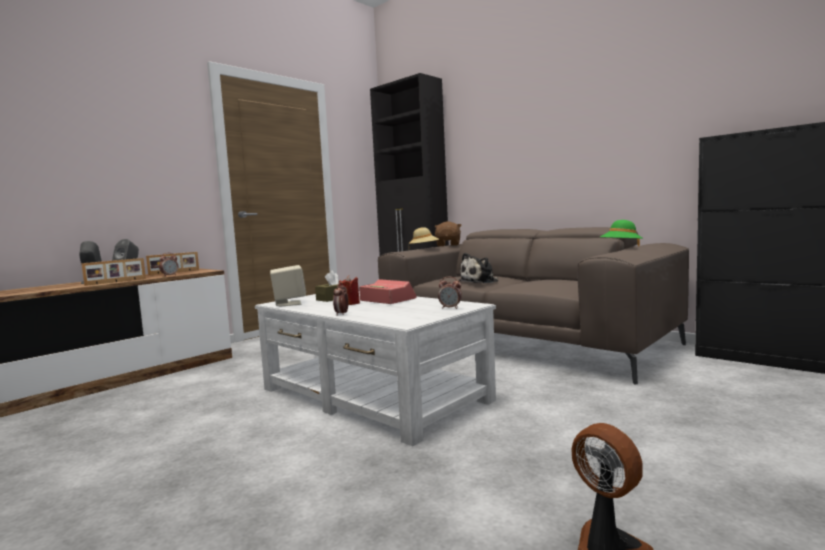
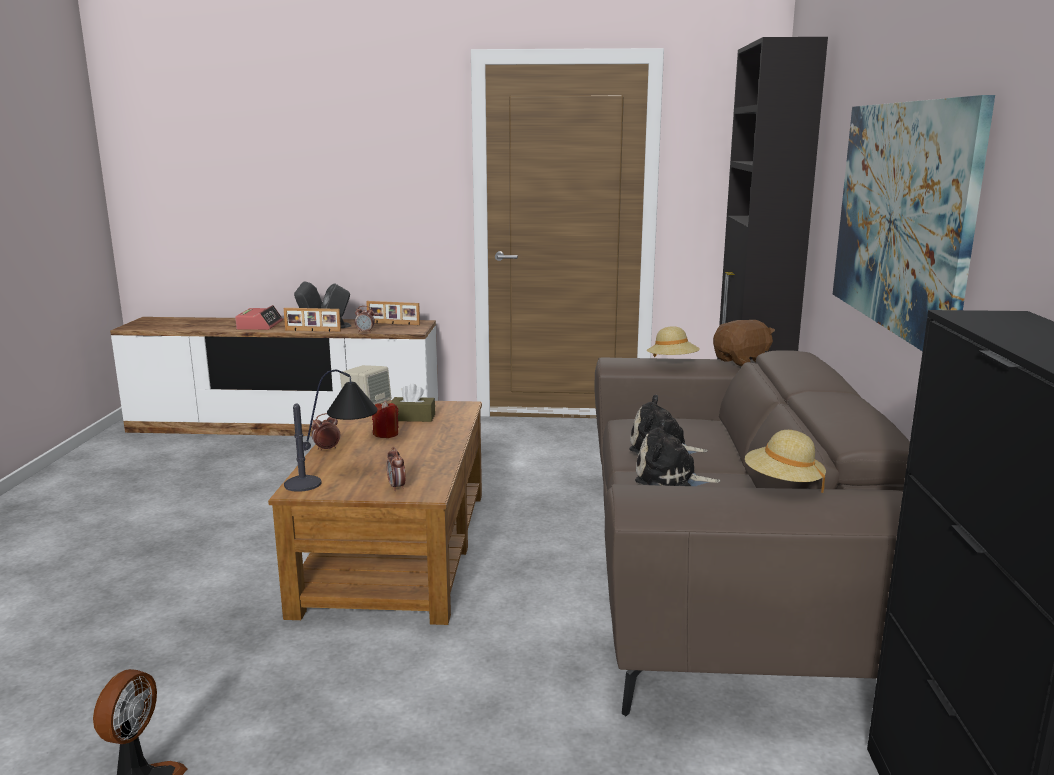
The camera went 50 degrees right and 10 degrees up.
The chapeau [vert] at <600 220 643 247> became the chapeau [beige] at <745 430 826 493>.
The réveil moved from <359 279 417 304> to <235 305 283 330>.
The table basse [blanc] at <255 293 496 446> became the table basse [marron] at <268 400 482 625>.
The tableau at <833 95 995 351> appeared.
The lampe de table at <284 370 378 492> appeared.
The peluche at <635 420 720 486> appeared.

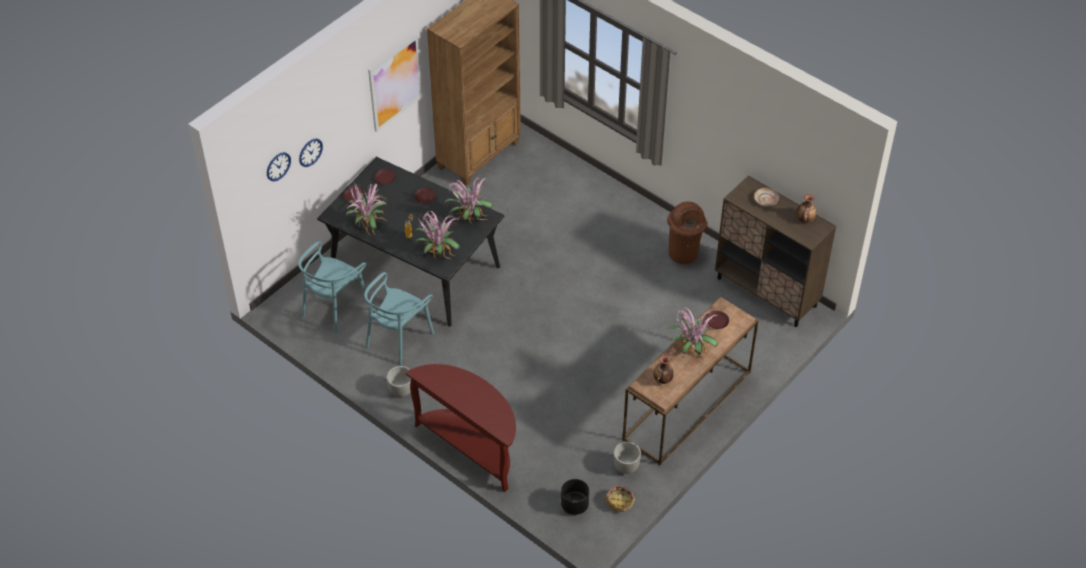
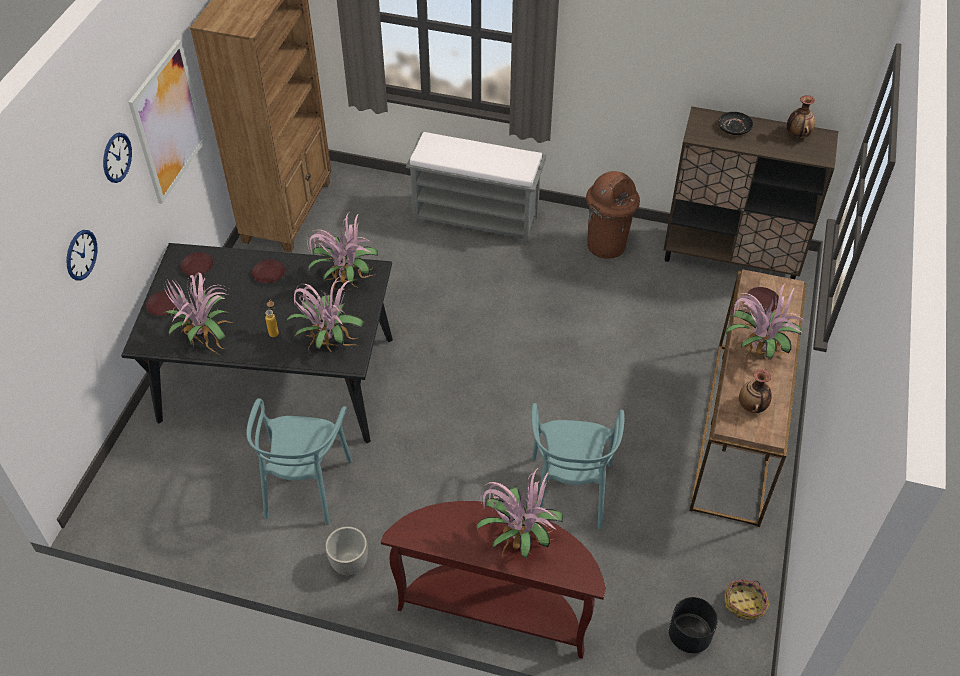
The camera went 25 degrees left and 0 degrees up.
The horloge murale moved from <267 152 291 181> to <103 133 132 183>.
The assiette [beige] at <754 188 779 207> became the assiette [noir] at <718 112 753 135>.
The chaise [turquoise] moved from <298 241 369 333> to <532 403 624 529>.
The cache-pot at <613 442 641 474> disappeared.
The banc [gris] at <406 132 546 244> appeared.
The plante en pot at <477 467 563 558> appeared.

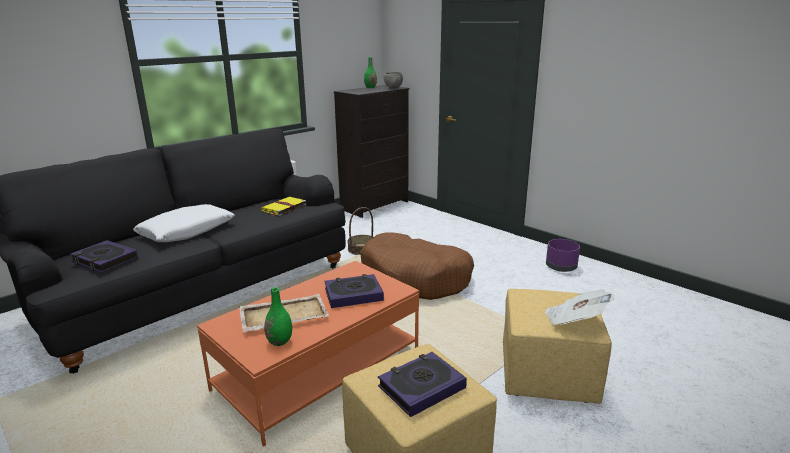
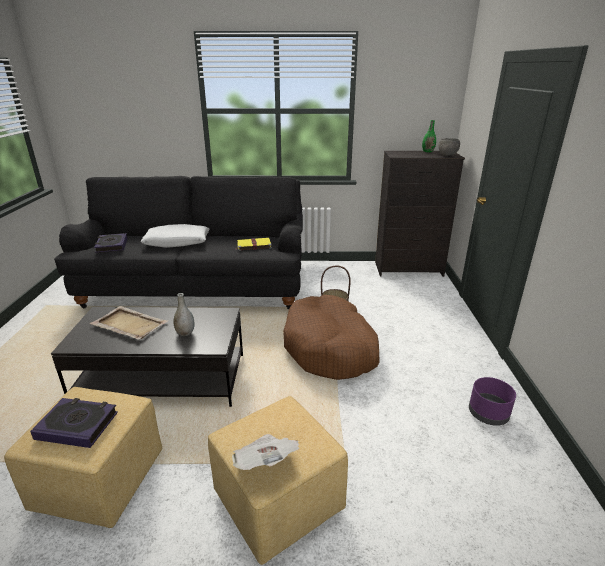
The camera went 45 degrees right and 5 degrees up.
The table basse [orange] at <197 261 419 447> became the table basse [noir] at <51 307 243 407>.
The livre at <324 274 384 308> was replaced by the vase [gris] at <173 293 195 336>.
The vase [vert] at <264 287 292 346> disappeared.

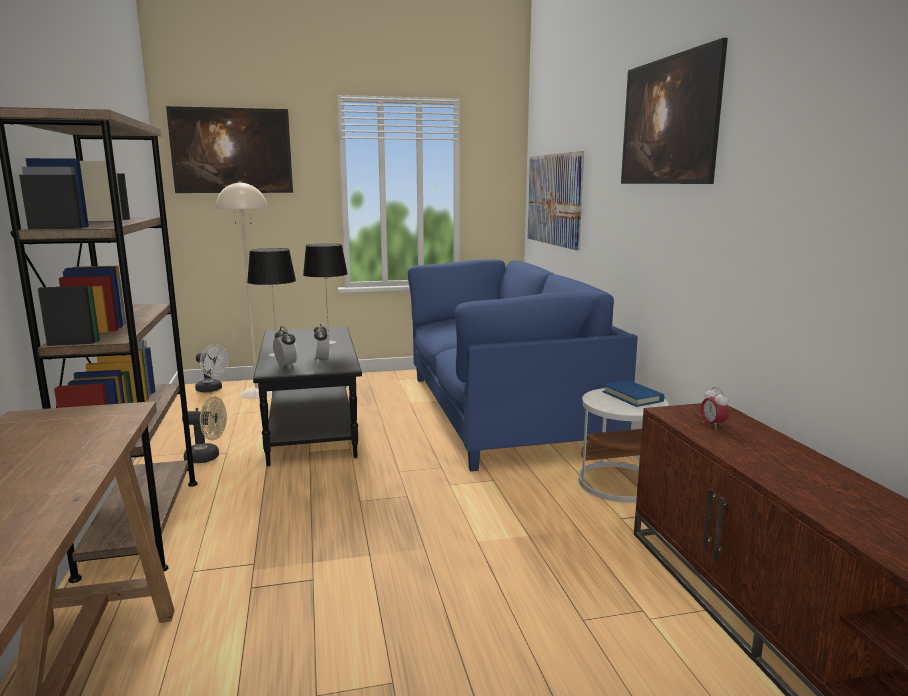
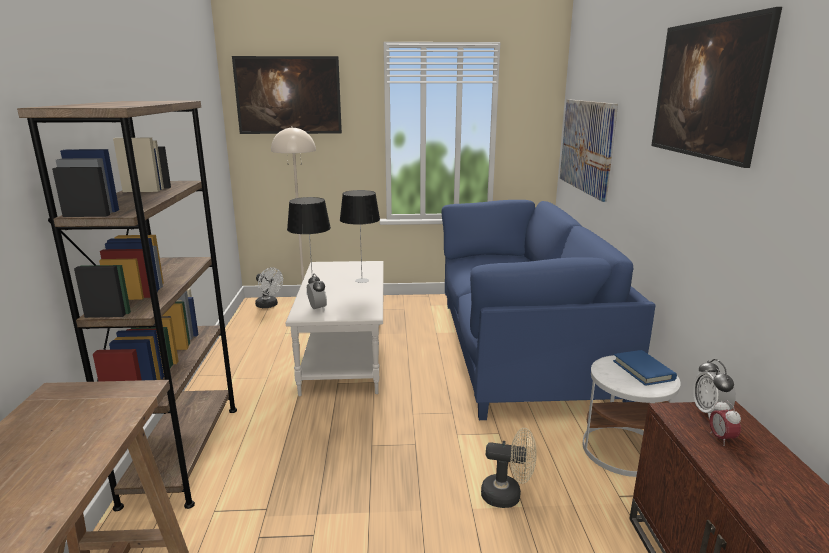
The camera went 10 degrees right and 5 degrees up.
The réveil moved from <314 322 329 363> to <693 359 736 419>.
The table basse [noir] at <253 327 362 466> became the table basse [blanc] at <286 261 384 396>.
The ventilateur [beige] moved from <182 397 227 463> to <481 428 537 508>.

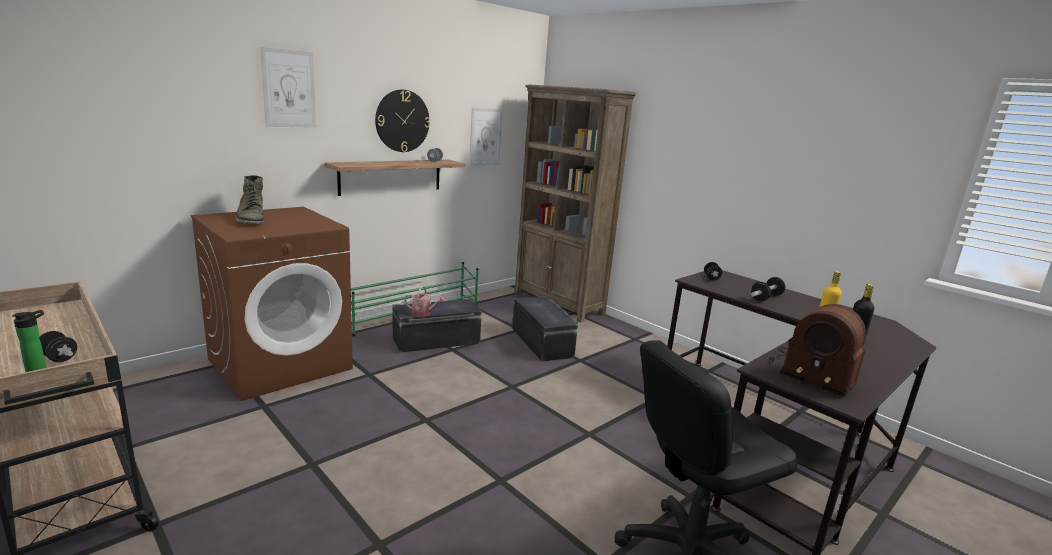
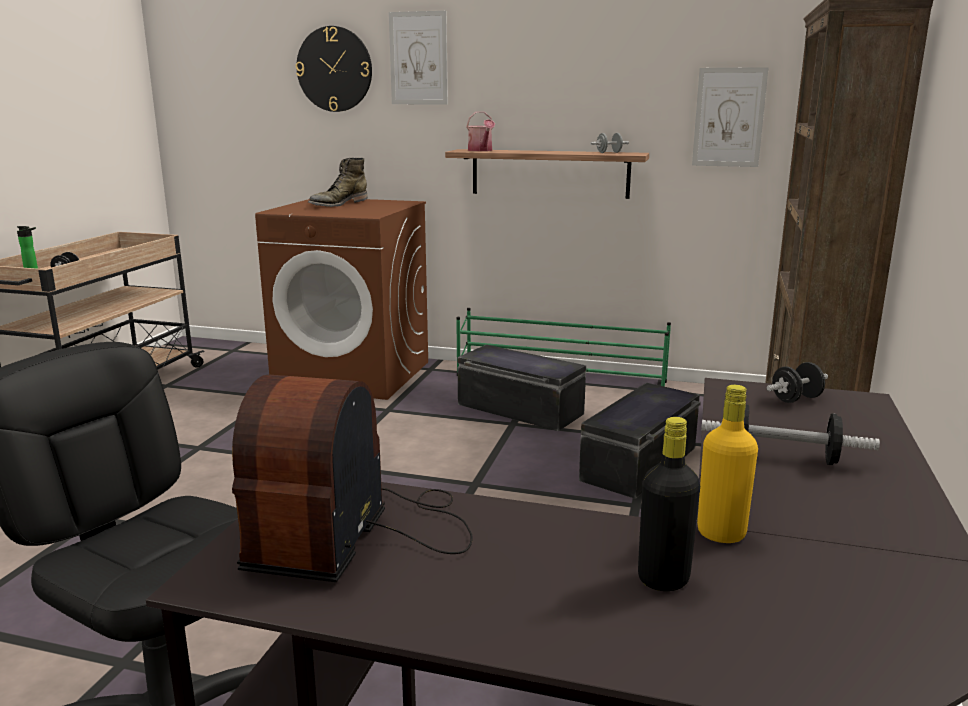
The camera went 60 degrees right and 0 degrees up.
The horloge murale moved from <375 90 430 152> to <296 26 372 112>.
The arrosoir moved from <404 286 447 317> to <466 112 495 151>.

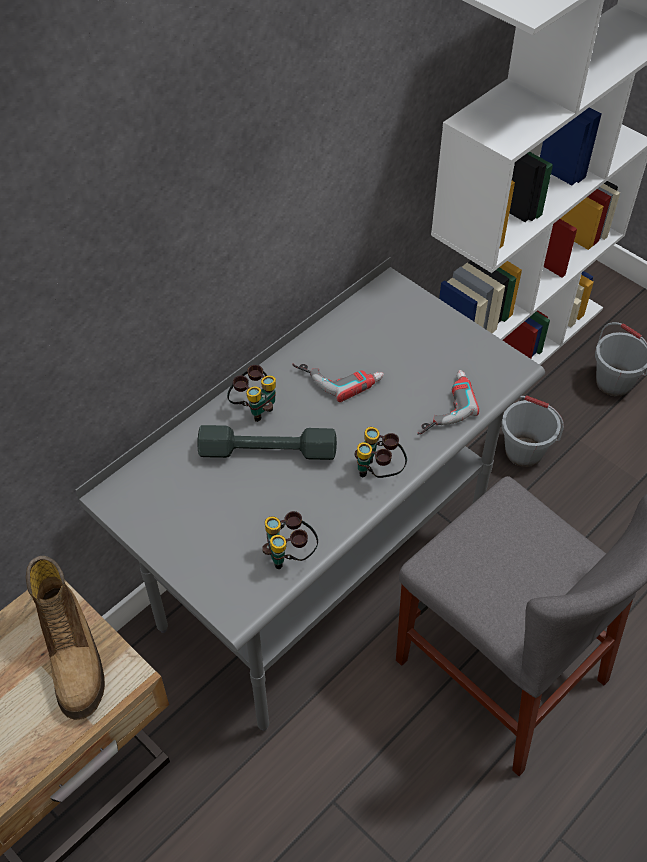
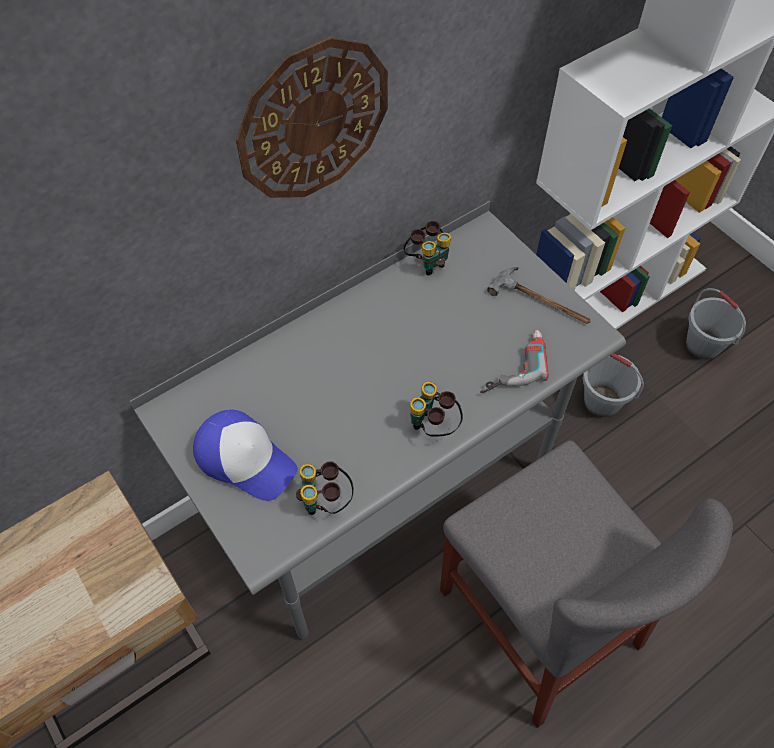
The camera went 10 degrees right and 5 degrees up.
The perceuse at <292 363 384 402> disappeared.
The jumelles moved from <227 365 276 422> to <403 221 451 275>.
The haltère [gris] at <197 425 337 460> disappeared.
The botte at <26 556 105 720> disappeared.
The horloge murale at <236 37 388 198> appeared.
The marteau at <487 267 591 324> appeared.
The casquette at <193 409 298 501> appeared.

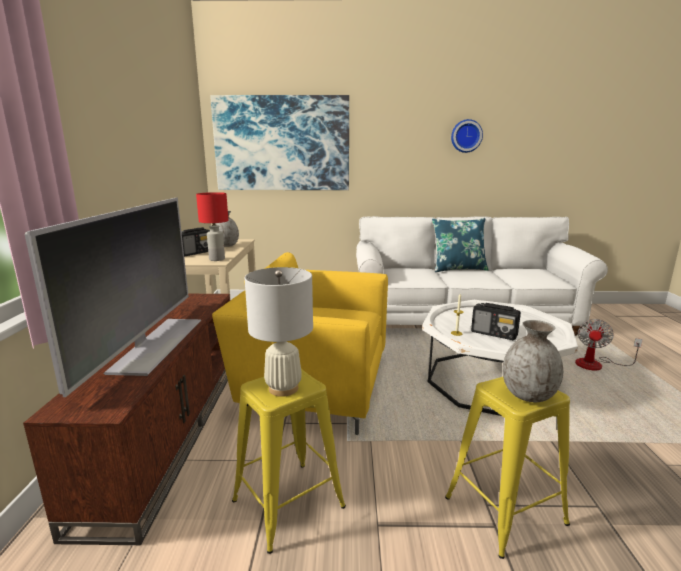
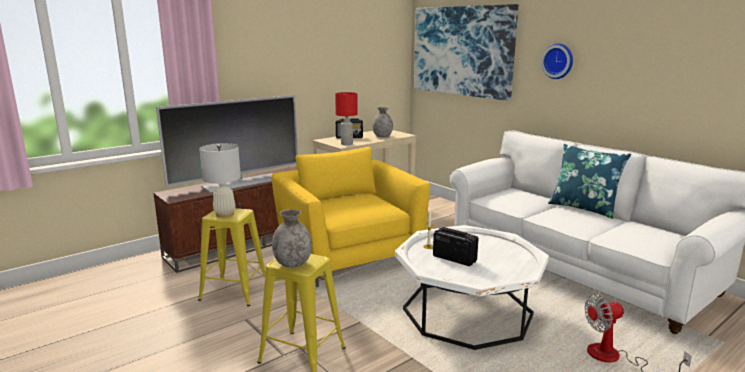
The camera went 50 degrees right and 0 degrees up.
The horloge murale moved from <451 119 483 153> to <541 43 573 79>.
The radio at <471 303 521 340> turned 135 degrees clockwise.

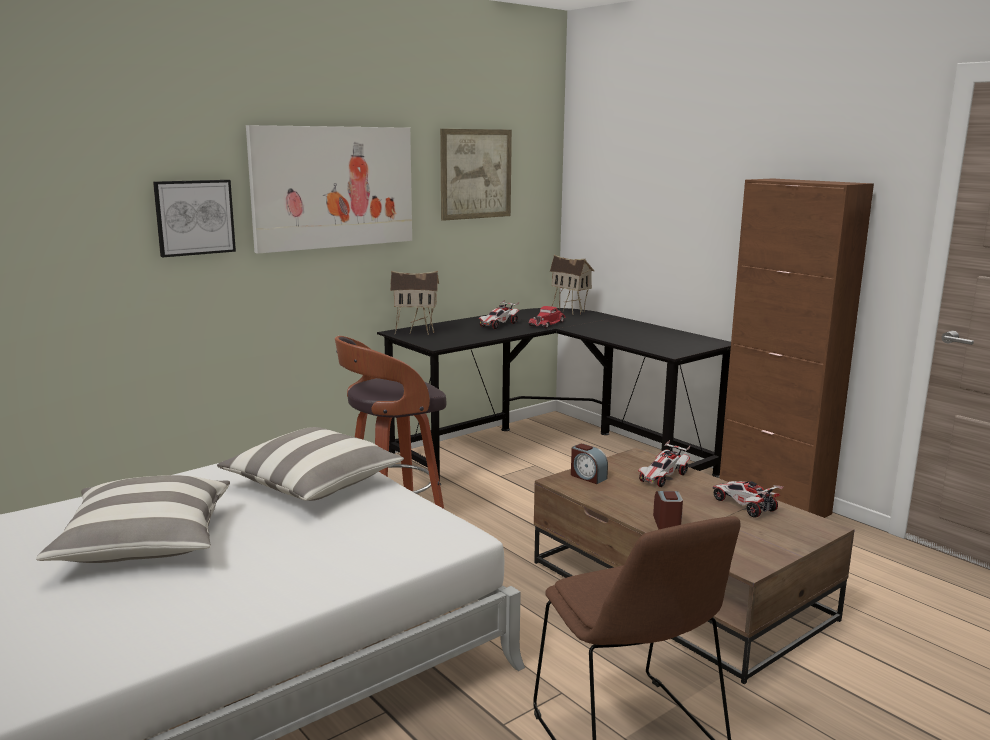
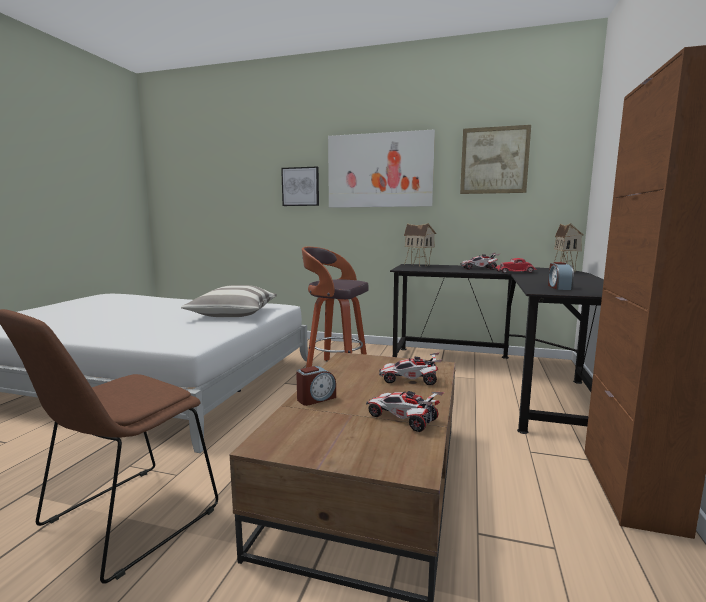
The camera went 55 degrees right and 5 degrees down.
The réveil moved from <571 444 608 484> to <548 262 574 290>.
The coussin at <36 475 230 563> disappeared.
The petite voiture at <712 481 783 518> turned 75 degrees counterclockwise.

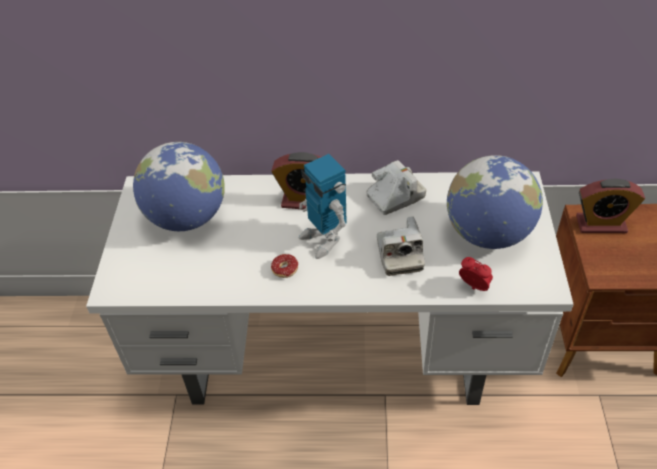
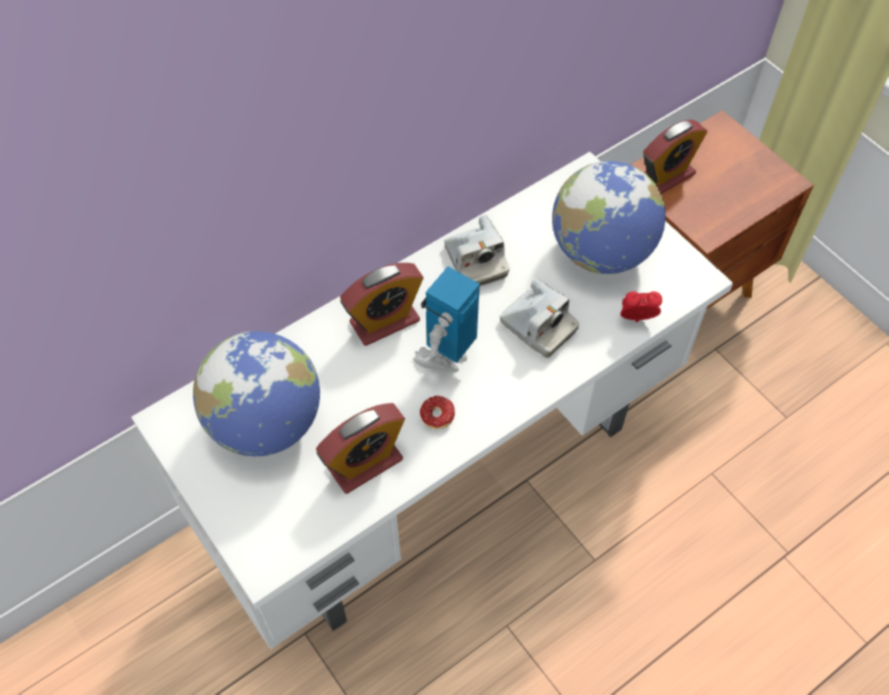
The camera went 40 degrees left and 10 degrees up.
The robot jouet at <299 154 347 259> turned 105 degrees clockwise.
The appareil photo at <366 160 426 215> turned 135 degrees clockwise.
The réveil at <316 403 405 494> appeared.

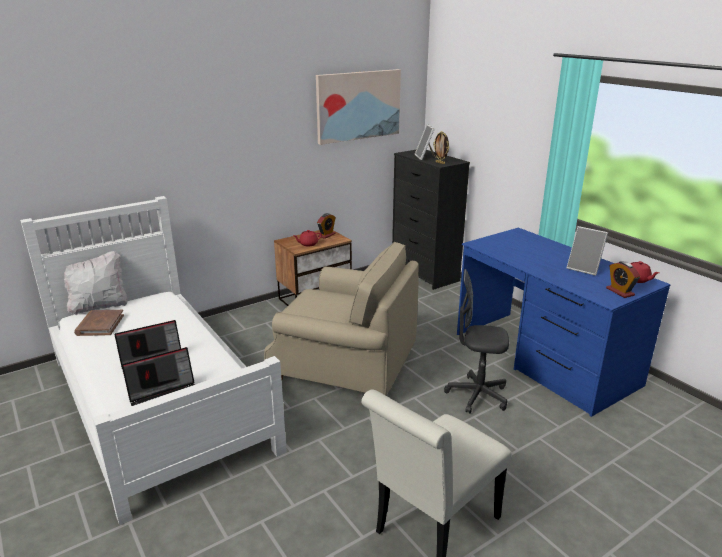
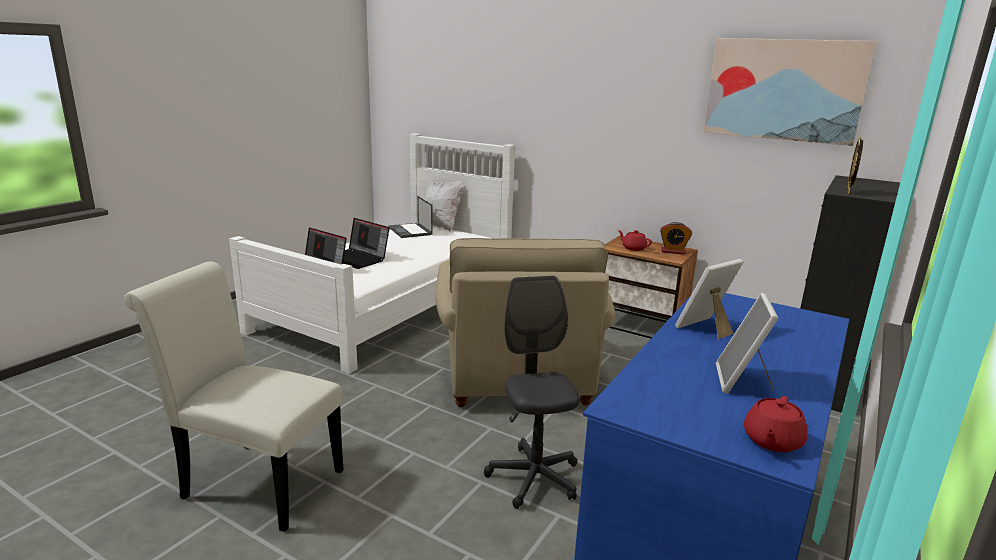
The camera went 65 degrees right and 5 degrees down.
The cadre photo moved from <415 124 436 160> to <675 259 743 339>.
The réveil at <606 261 640 298> disappeared.
The livre [marron] at <74 310 124 336> was replaced by the ordinateur portable at <388 196 433 238>.

